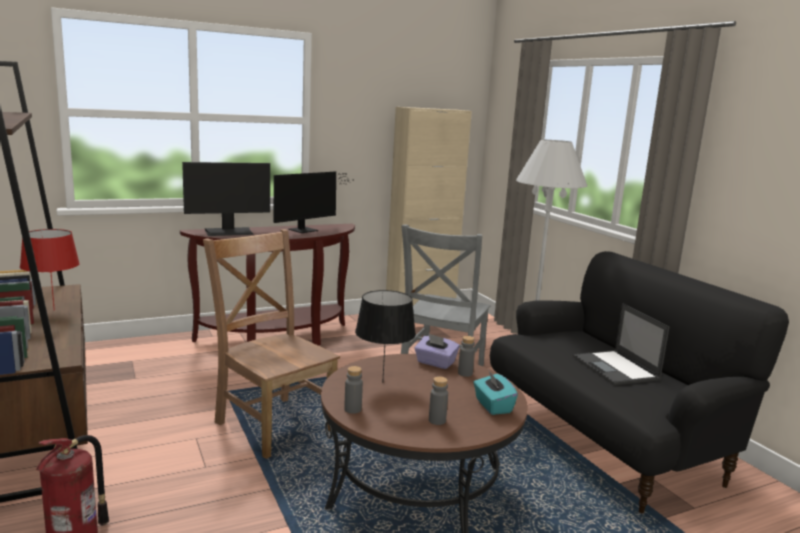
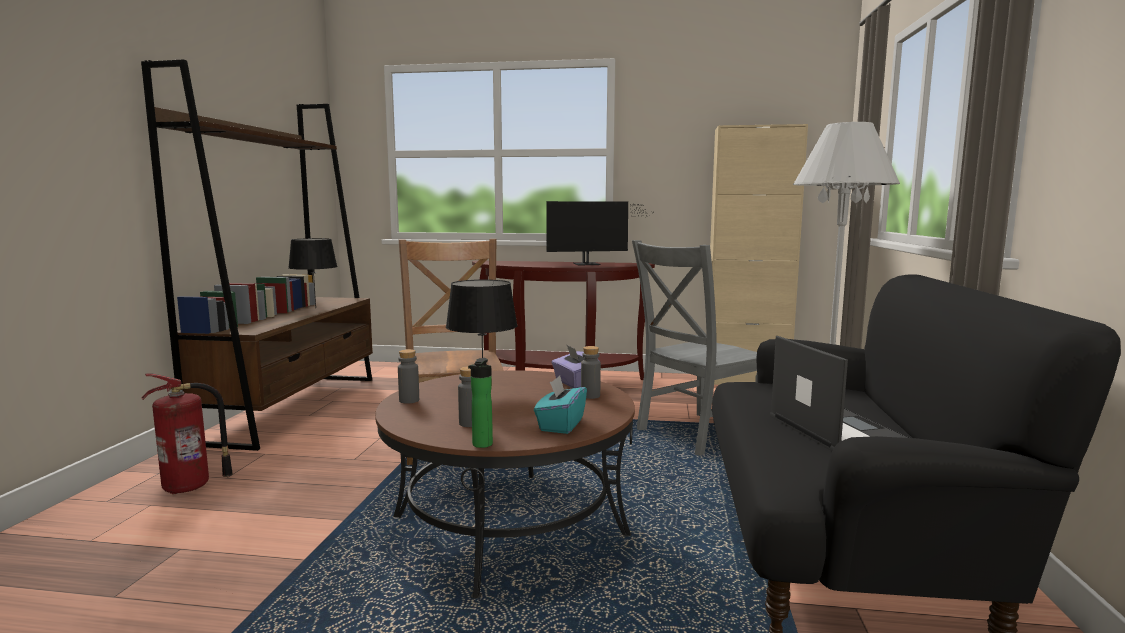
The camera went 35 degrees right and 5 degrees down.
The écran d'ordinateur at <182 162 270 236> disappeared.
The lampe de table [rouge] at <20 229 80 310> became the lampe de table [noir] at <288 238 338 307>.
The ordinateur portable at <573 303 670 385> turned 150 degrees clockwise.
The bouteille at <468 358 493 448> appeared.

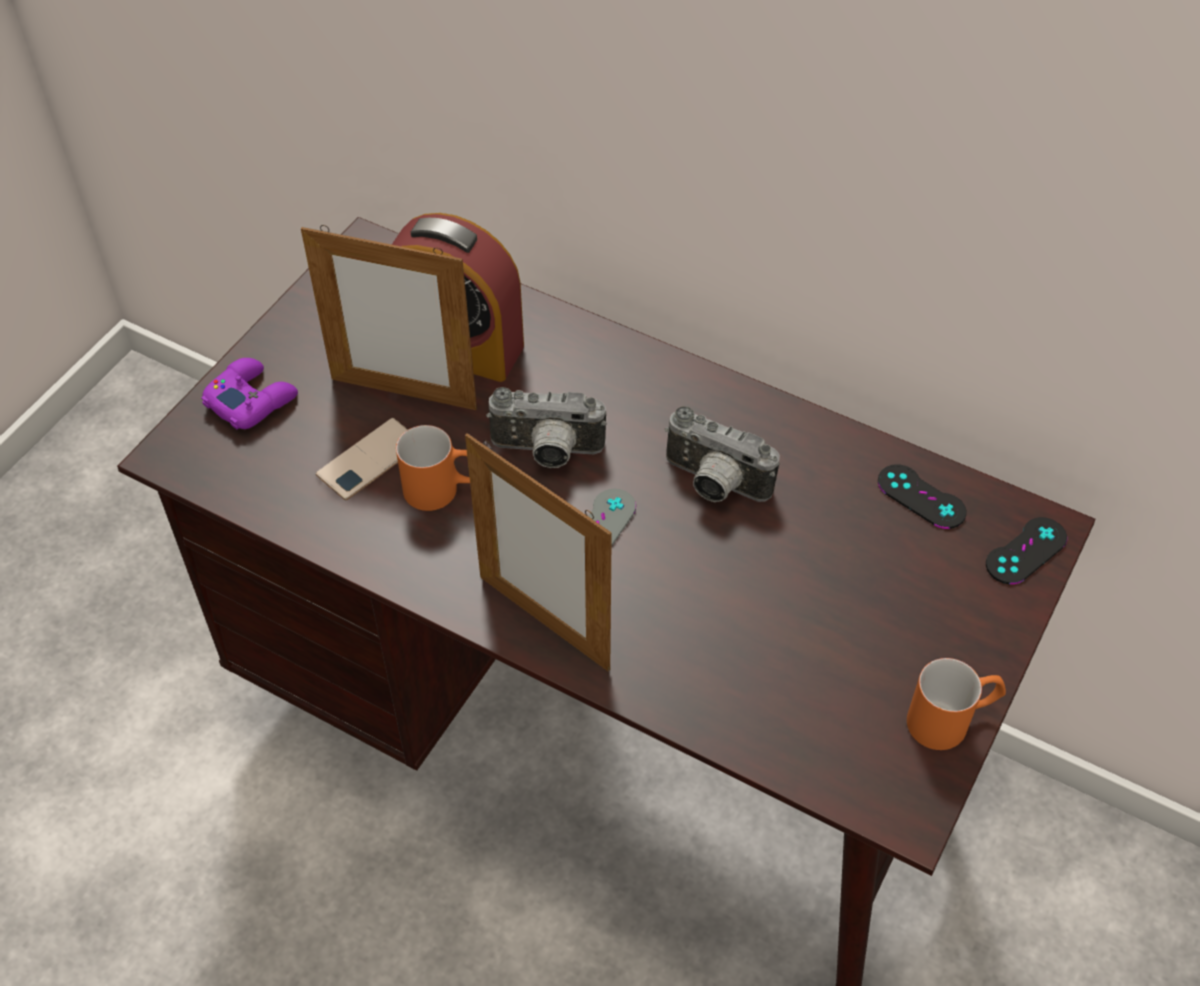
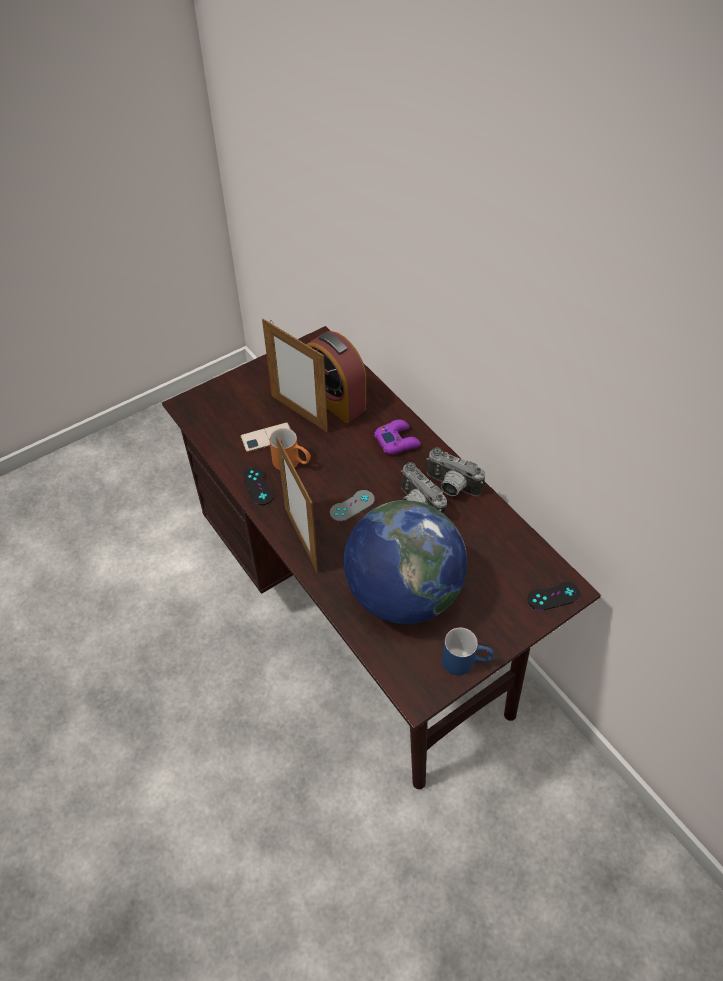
The camera went 25 degrees right and 0 degrees up.
The manette [violet] moved from <201 358 298 429> to <374 419 421 455>.
The appareil photo moved from <486 387 607 468> to <427 447 485 496>.
The manette [noir] moved from <878 464 967 529> to <243 467 274 505>.
The mug [orange] at <907 658 1006 750> became the mug [bleu] at <441 627 494 675>.
The globe at <344 500 467 624> appeared.

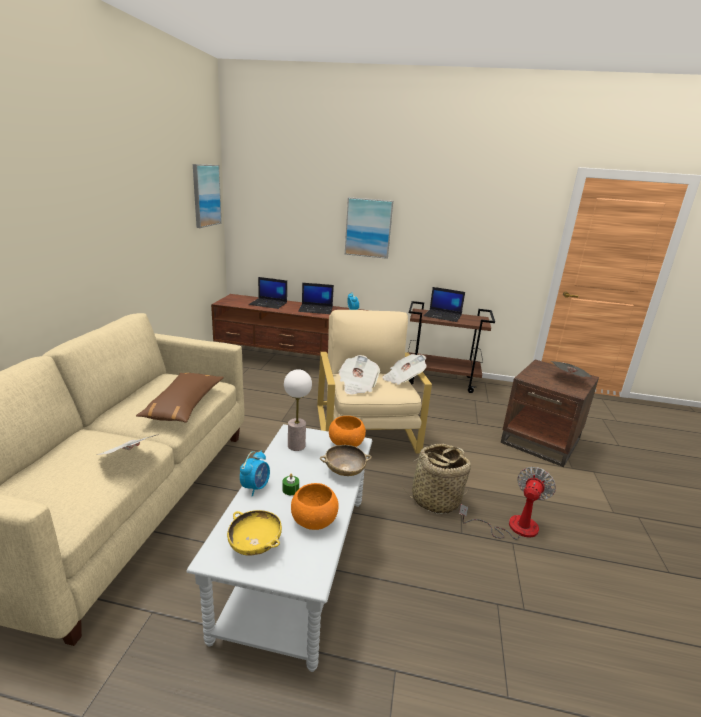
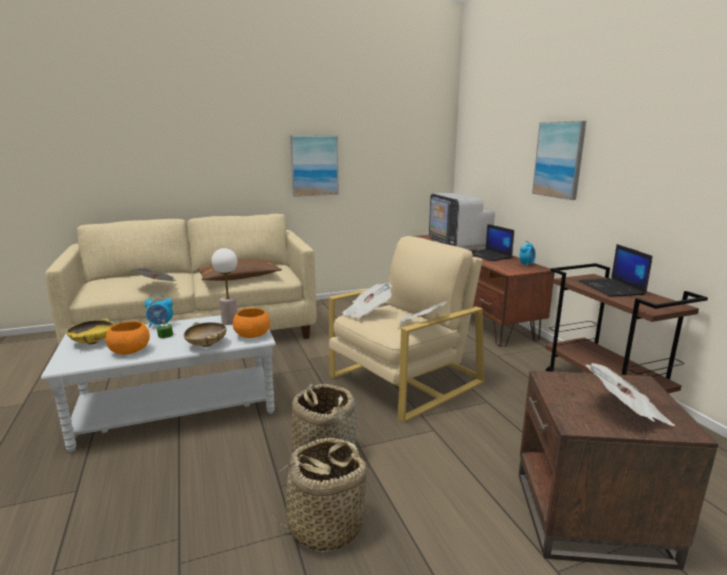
The camera went 60 degrees right and 5 degrees down.
The tableau moved from <193 164 222 228> to <290 135 339 197>.
The ordinateur portable at <249 277 287 309> was replaced by the téléviseur at <429 193 495 250>.
The ventilateur at <459 467 556 539> was replaced by the panier at <267 437 374 552>.

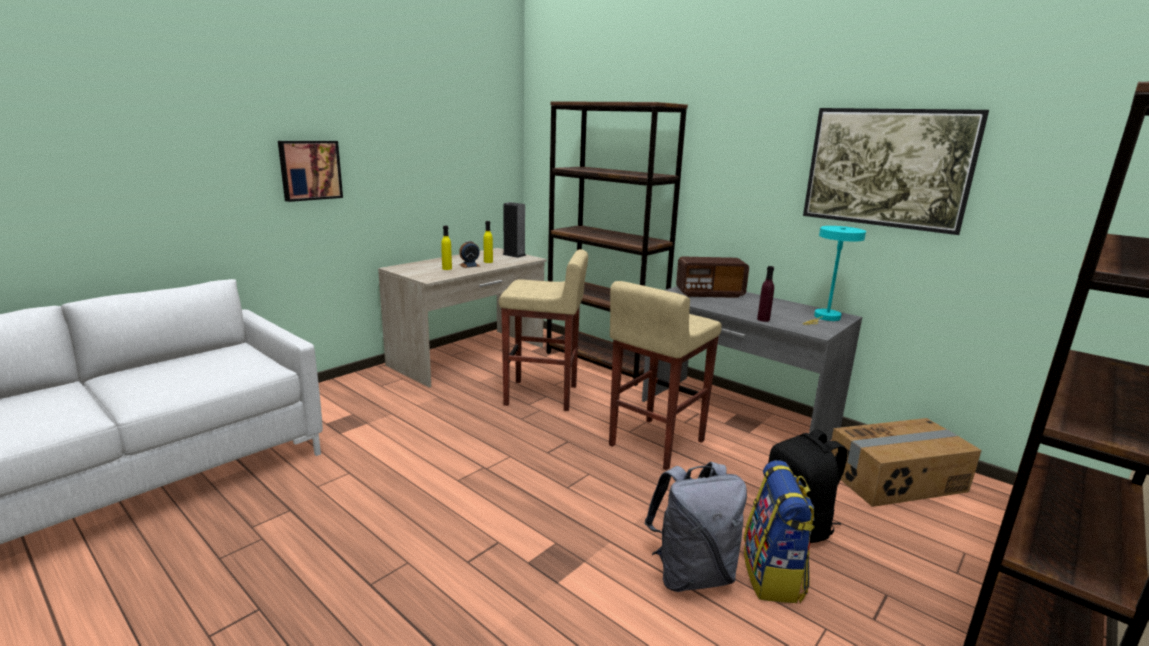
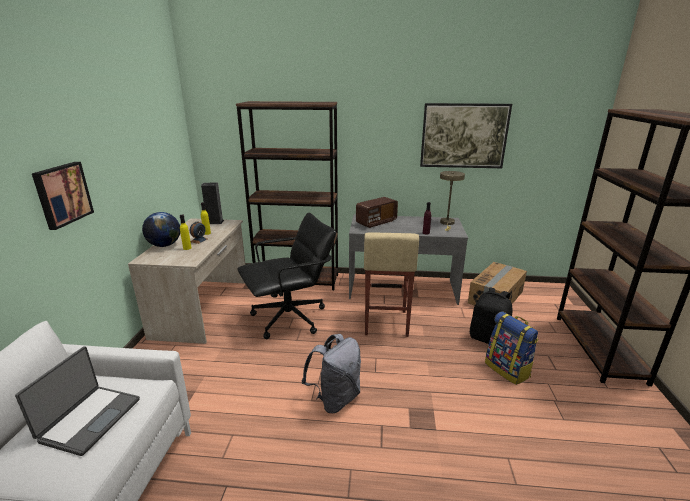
The camera went 35 degrees left and 5 degrees up.
The lampe de table [turquoise] at <803 226 866 325> became the lampe de table [beige] at <440 171 465 231>.
The tabouret [beige] at <499 249 588 411> was replaced by the chaise de bureau [noir] at <237 213 336 339>.
The sac à dos [gris] moved from <644 462 747 592> to <302 334 361 413>.
The globe at <142 212 180 247> appeared.
The ordinateur portable at <15 346 140 456> appeared.

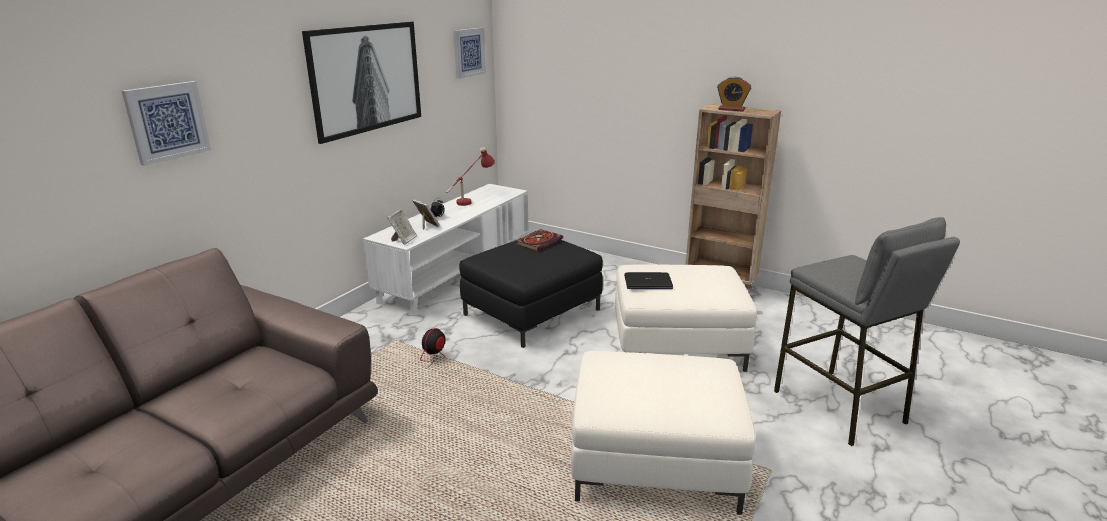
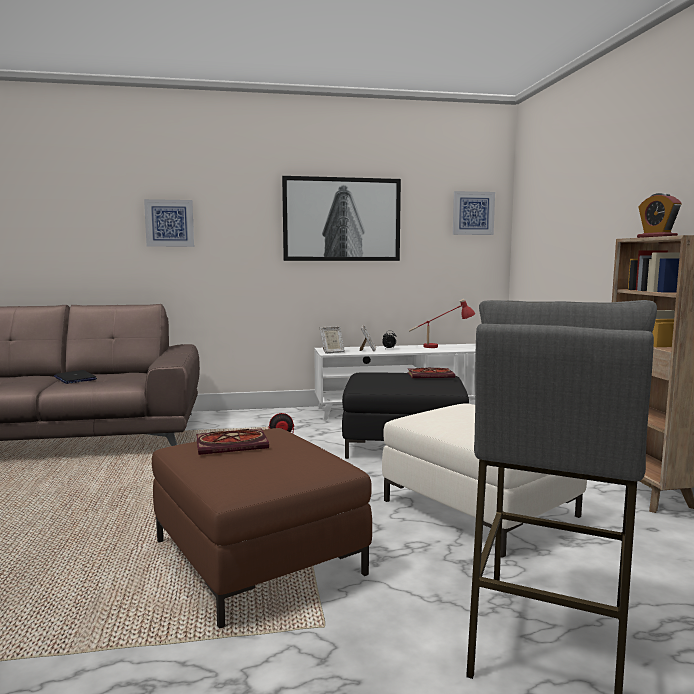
The camera went 50 degrees right and 15 degrees down.
The ordinateur portable moved from <624 272 673 289> to <54 370 97 384>.
The pouf [blanc] at <571 351 756 515> became the pouf [marron] at <152 428 372 629>.
The livre at <196 428 269 455> appeared.

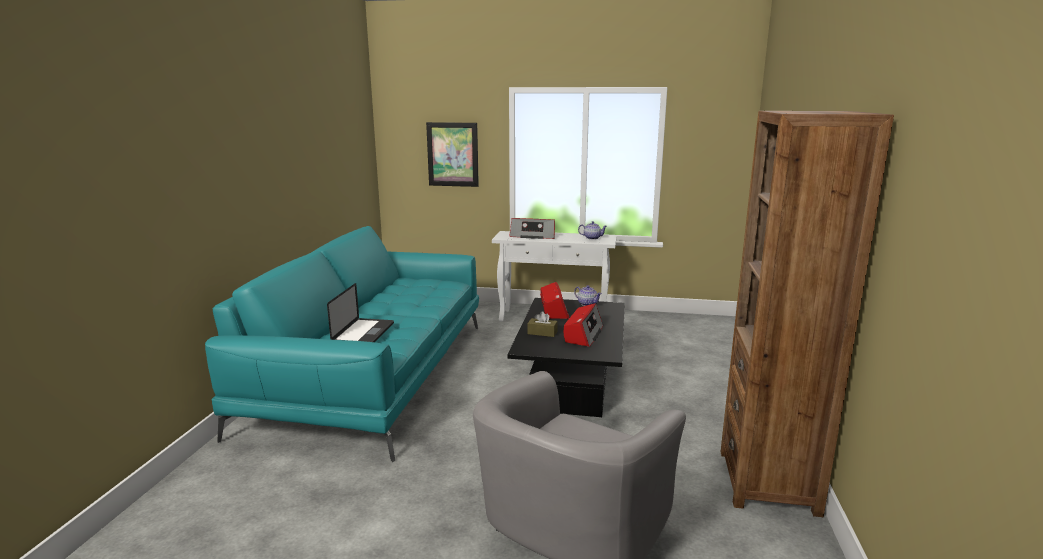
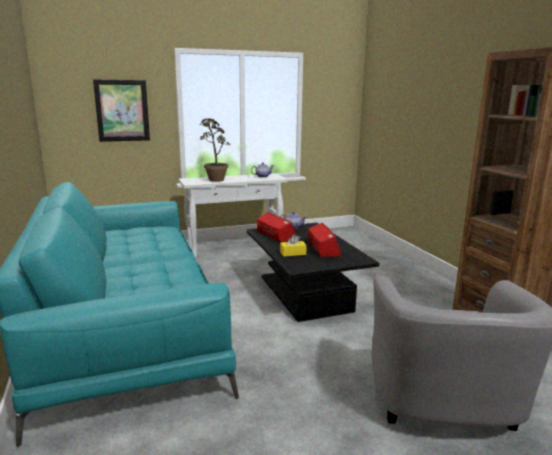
The camera went 30 degrees left and 0 degrees up.
The radio at <509 218 555 239> was replaced by the plante en pot at <200 118 230 182>.
The ordinateur portable at <327 283 394 342> disappeared.
The boîte à mouchoirs [marron] at <528 311 558 337> became the boîte à mouchoirs [jaune] at <280 235 307 257>.

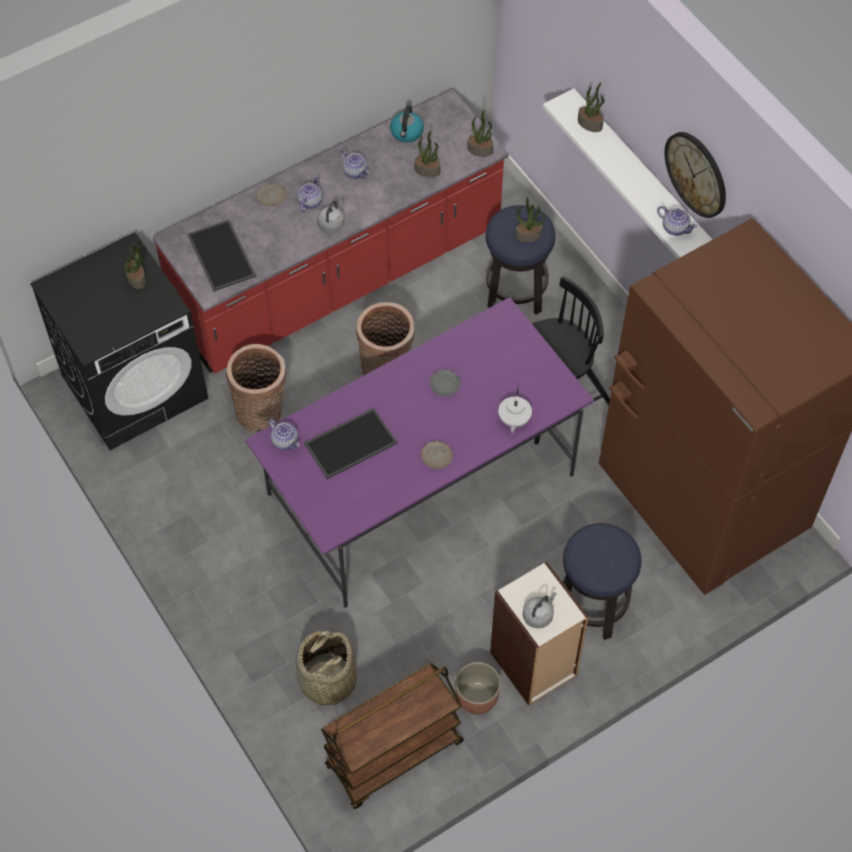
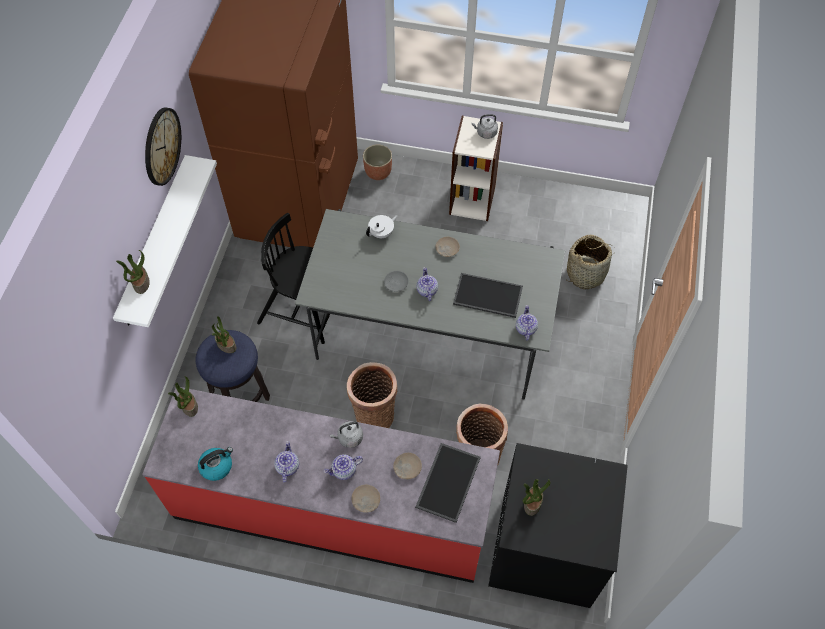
The camera went 135 degrees left and 0 degrees up.
The plante en pot at <414 131 440 177> disappeared.
The théière moved from <657 206 697 236> to <417 267 438 301>.
The table à manger [violet] at <245 297 594 608> became the table à manger [gris] at <295 209 565 400>.
The tabouret at <563 523 641 640> disappeared.
The cache-pot moved from <455 662 501 715> to <363 145 392 180>.
The chariot [marron] at <321 663 464 809> disappeared.
The assiette [beige] at <393 453 422 479> appeared.

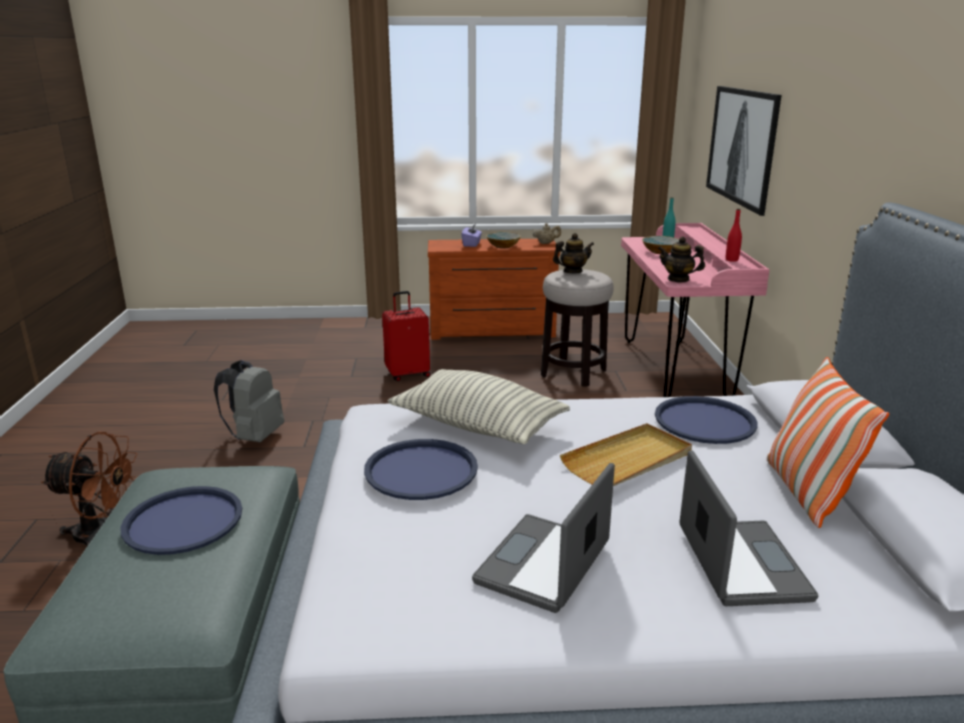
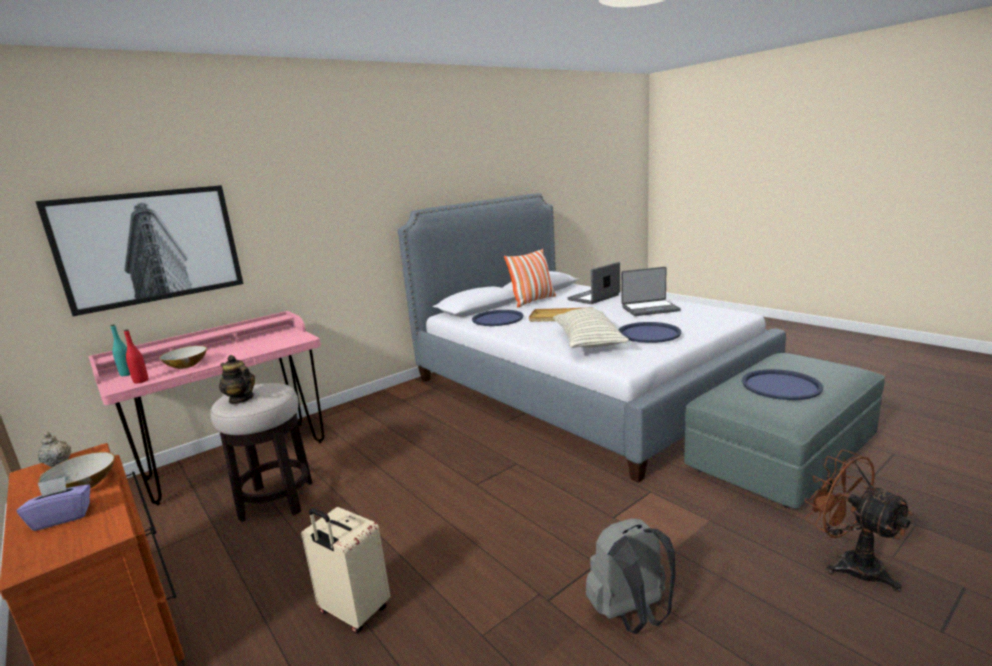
The camera went 125 degrees left and 5 degrees down.
The bouteille [rouge] moved from <726 209 742 262> to <124 329 148 384>.
The théière at <658 237 705 282> disappeared.
The valise [rouge] at <382 291 430 381> became the valise [beige] at <301 507 390 633>.

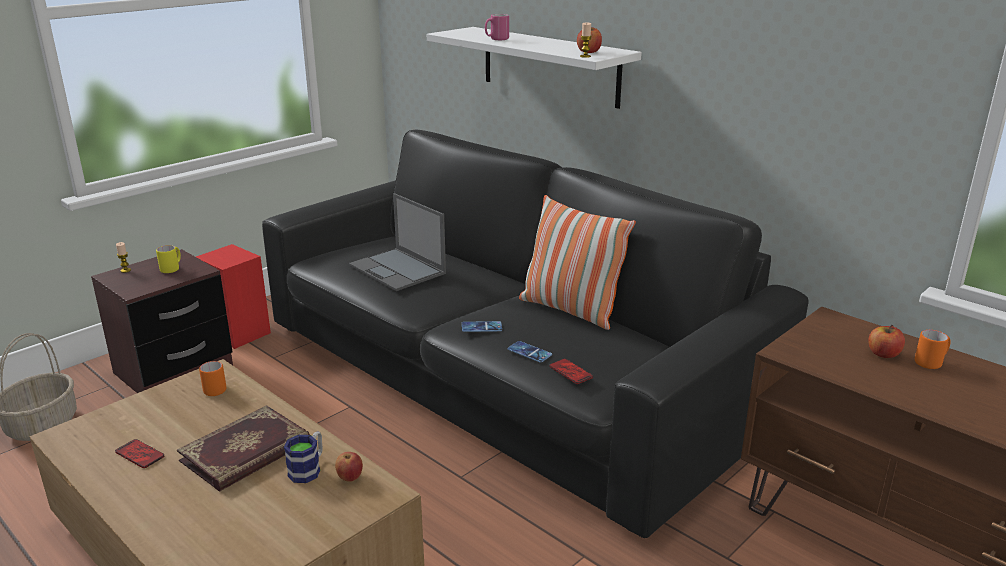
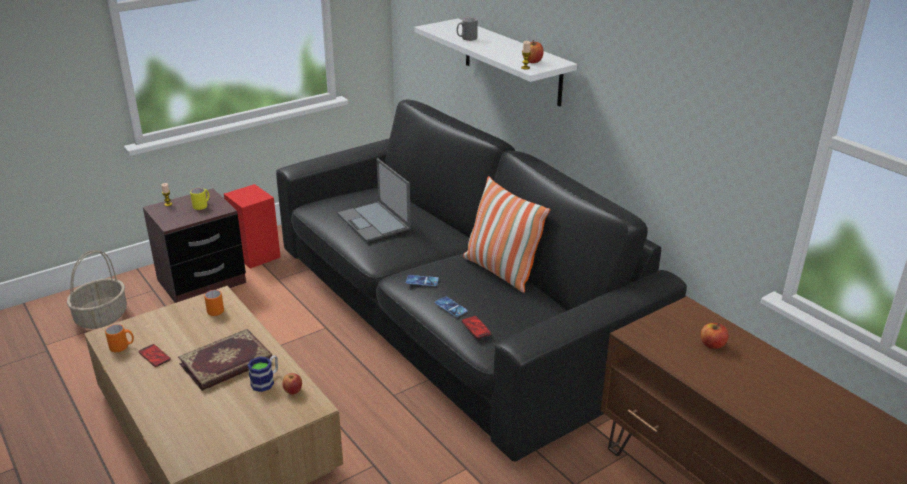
The camera went 10 degrees right and 5 degrees up.
The mug [rose] at <485 14 509 40> became the mug [gris] at <456 18 478 41>.
The mug [orange] moved from <915 330 950 369> to <105 324 134 352>.

